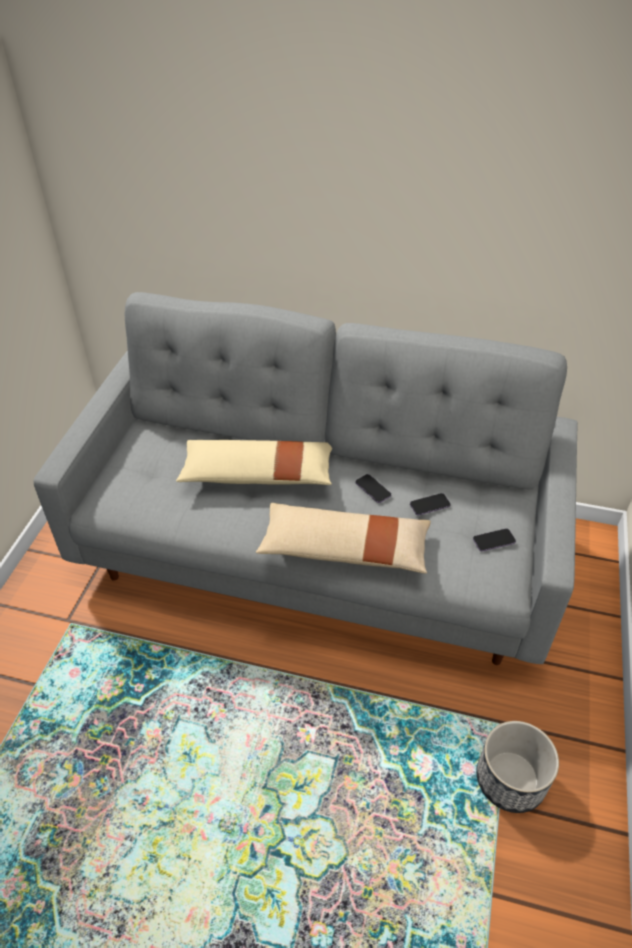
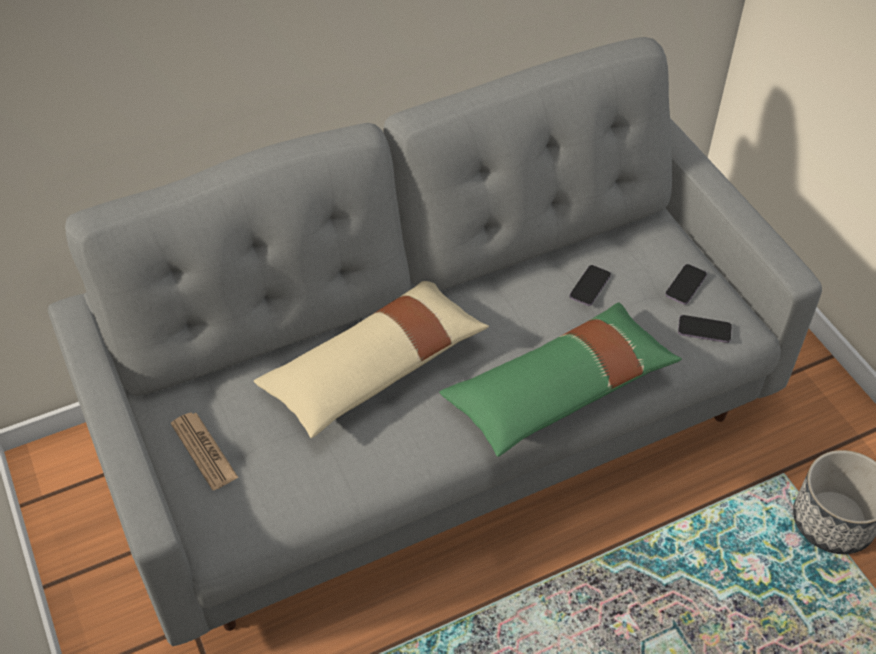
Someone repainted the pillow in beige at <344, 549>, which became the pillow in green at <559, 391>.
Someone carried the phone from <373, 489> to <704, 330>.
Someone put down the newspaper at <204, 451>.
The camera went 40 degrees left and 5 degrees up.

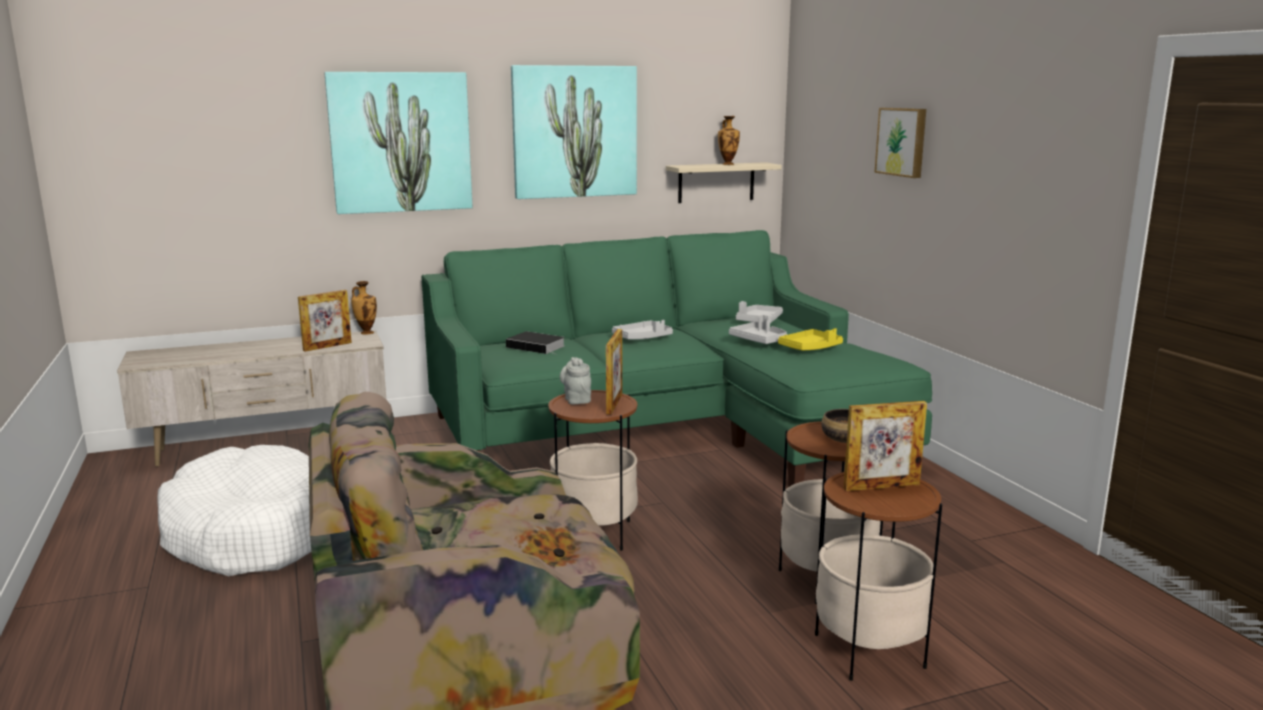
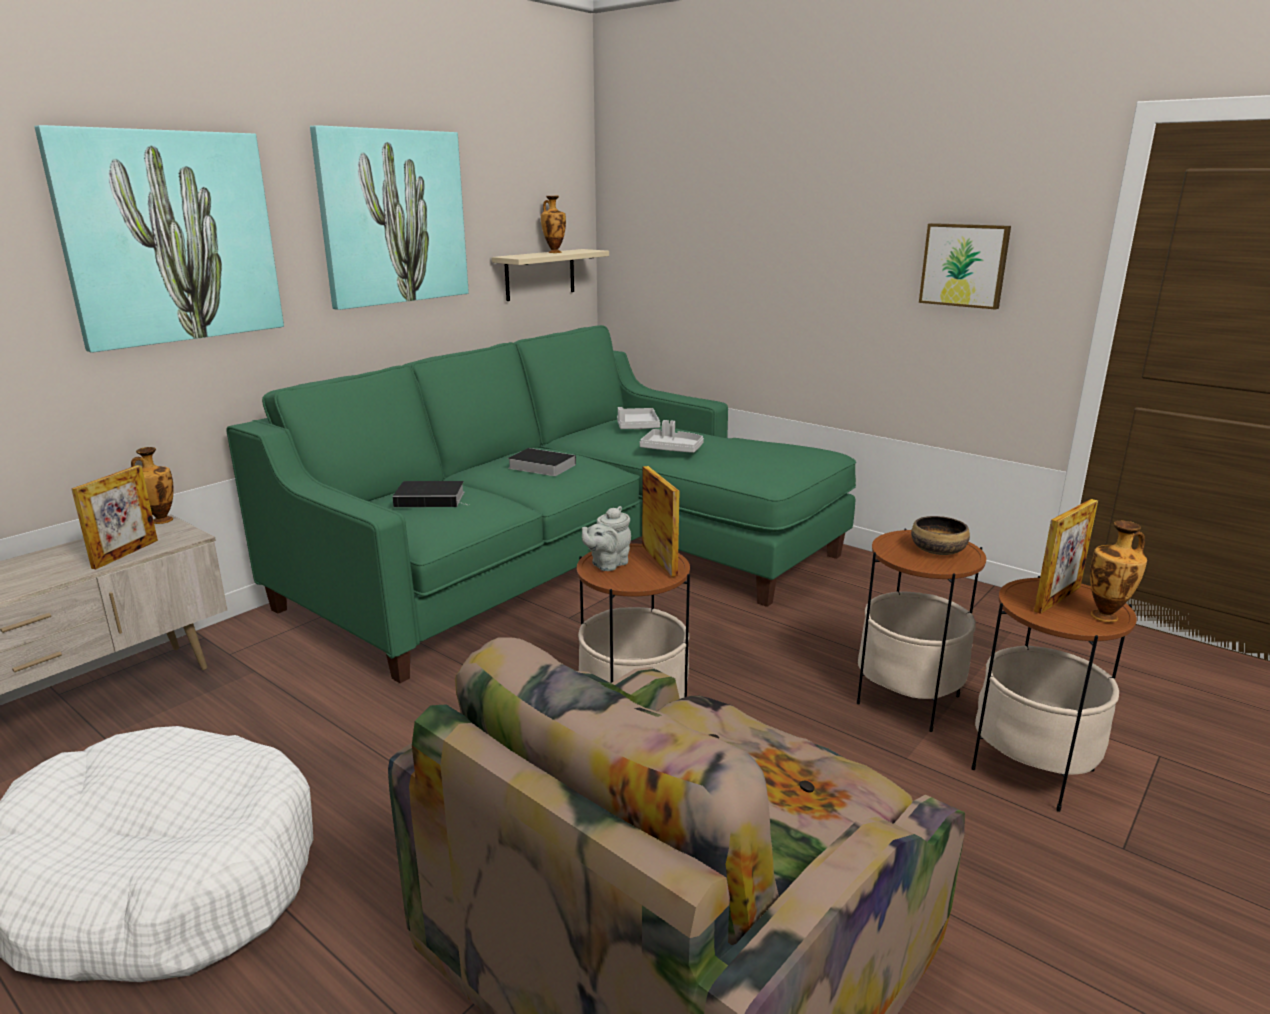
Someone rotated the teapot in grey at <577, 399> by 90 degrees counterclockwise.
Someone swapped the tray in grey at <642, 338> for the book at <539, 466>.
Someone took away the tray in yellow at <810, 348>.
Someone carried the picture from <902, 141> to <964, 265>.
Someone put down the vase at <1106, 616>.
The camera went 30 degrees left and 5 degrees up.

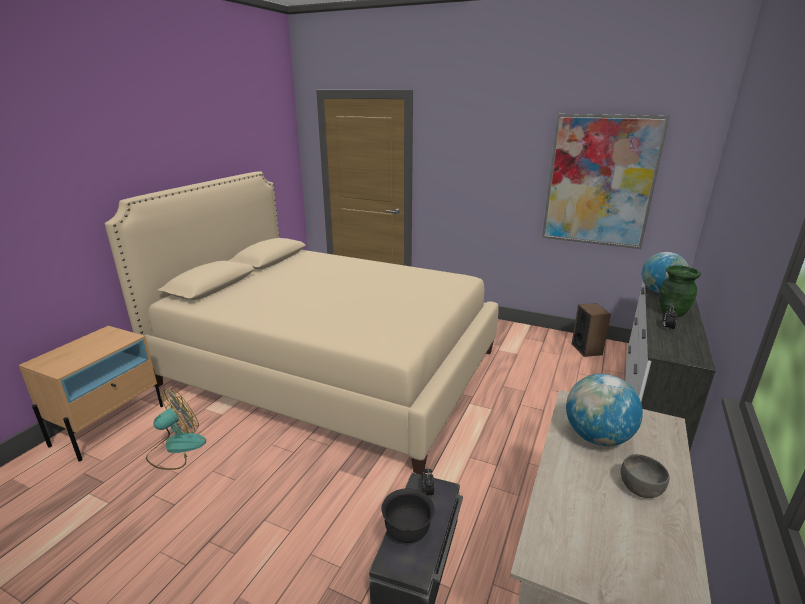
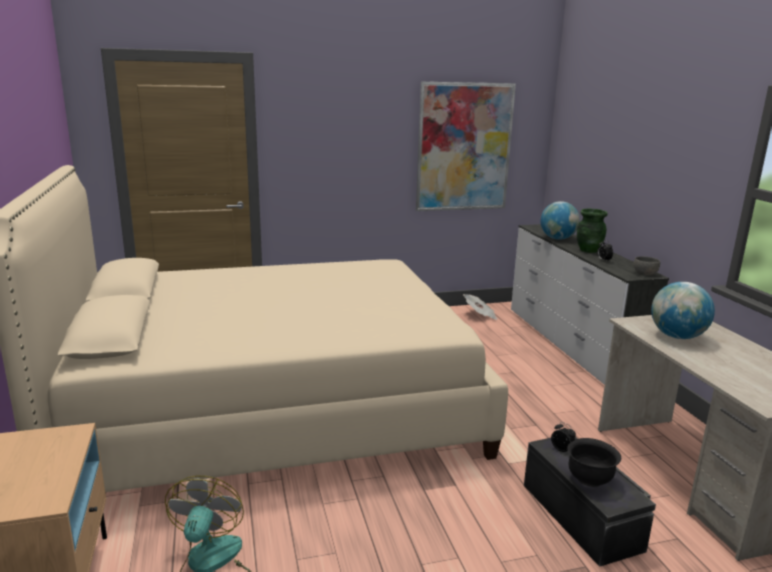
Someone swapped the speaker at <586, 349> for the newspaper at <480, 316>.
Someone carried the bowl in grey from <640, 487> to <644, 273>.
The camera went 40 degrees left and 5 degrees down.

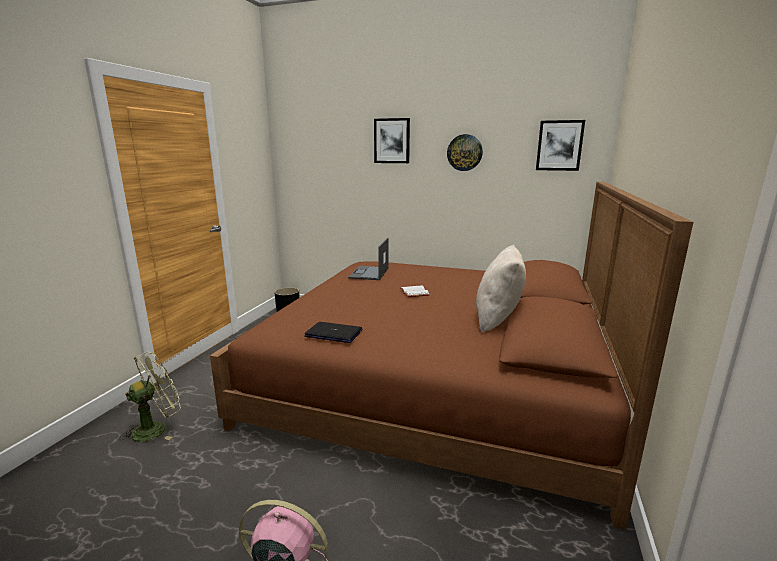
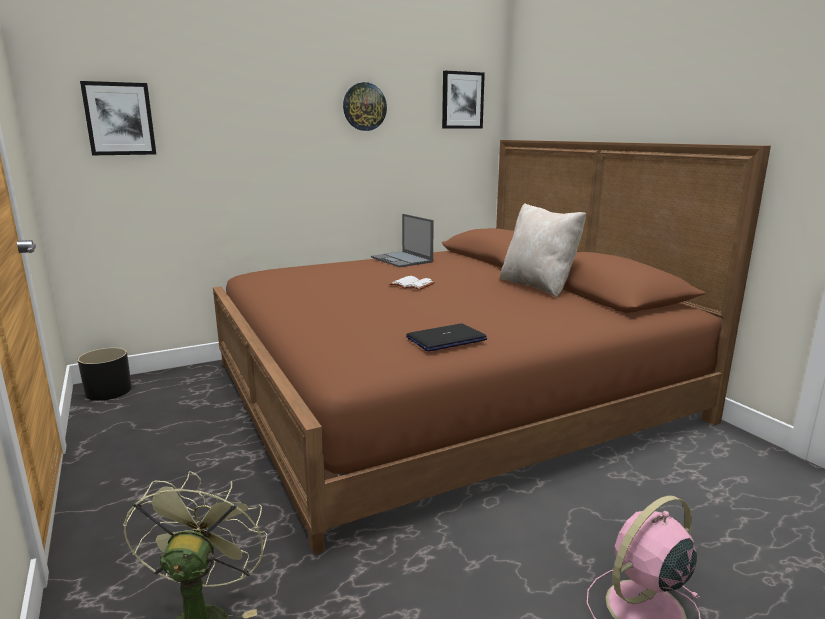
Someone carried the laptop from <369, 273> to <402, 260>.
Someone carried the picture from <392, 141> to <119, 119>.
The camera went 45 degrees left and 0 degrees up.

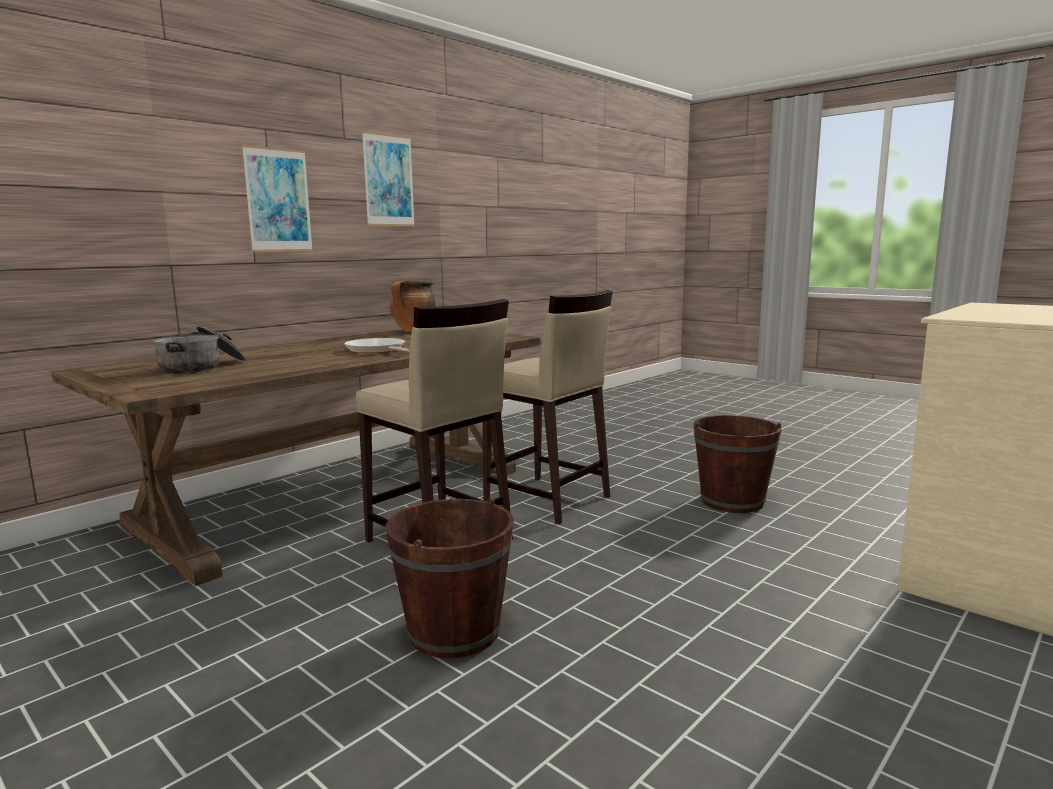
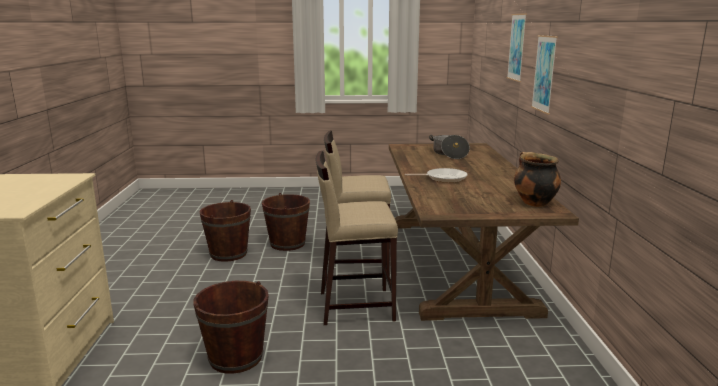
Someone carried the picture from <388, 180> to <517, 47>.
Someone put down the bucket in brown at <228, 254>.
The camera went 135 degrees right and 5 degrees up.

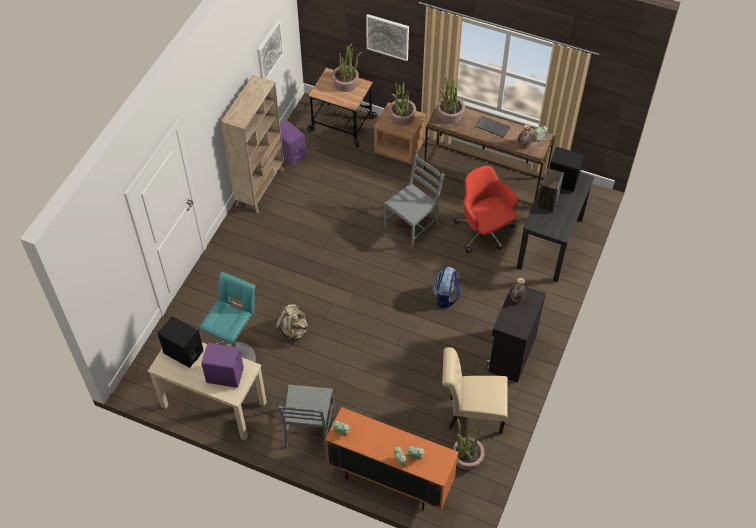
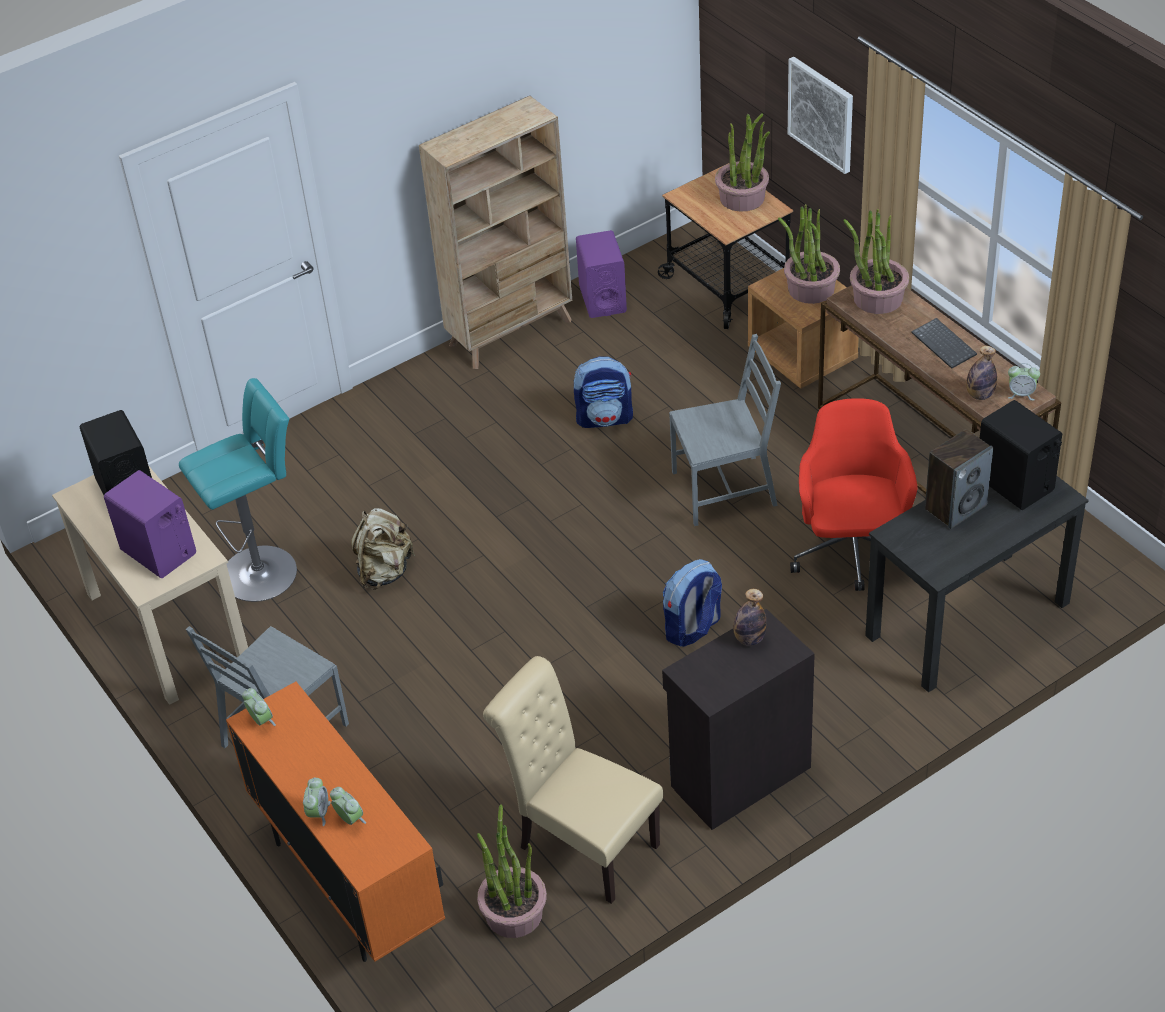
Someone took away the picture at <269, 51>.
Someone put down the backpack at <605, 418>.
The camera went 35 degrees right and 10 degrees down.

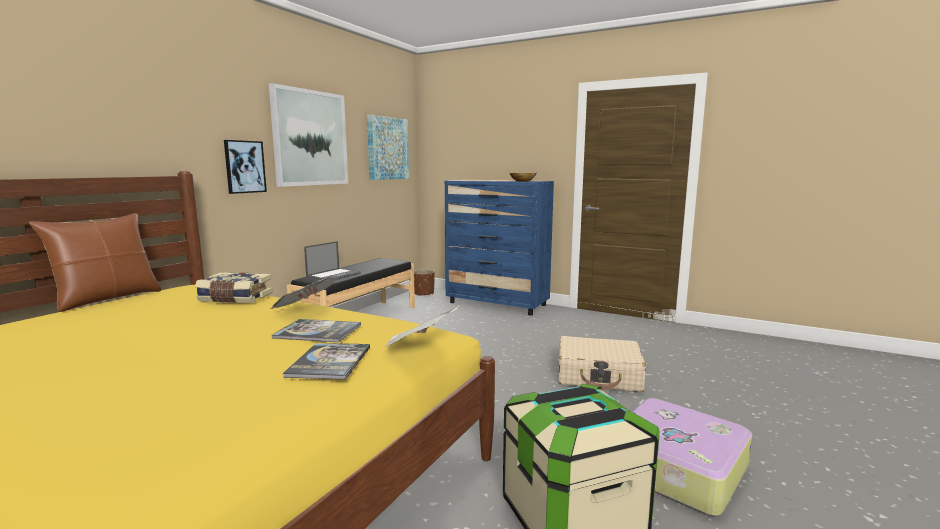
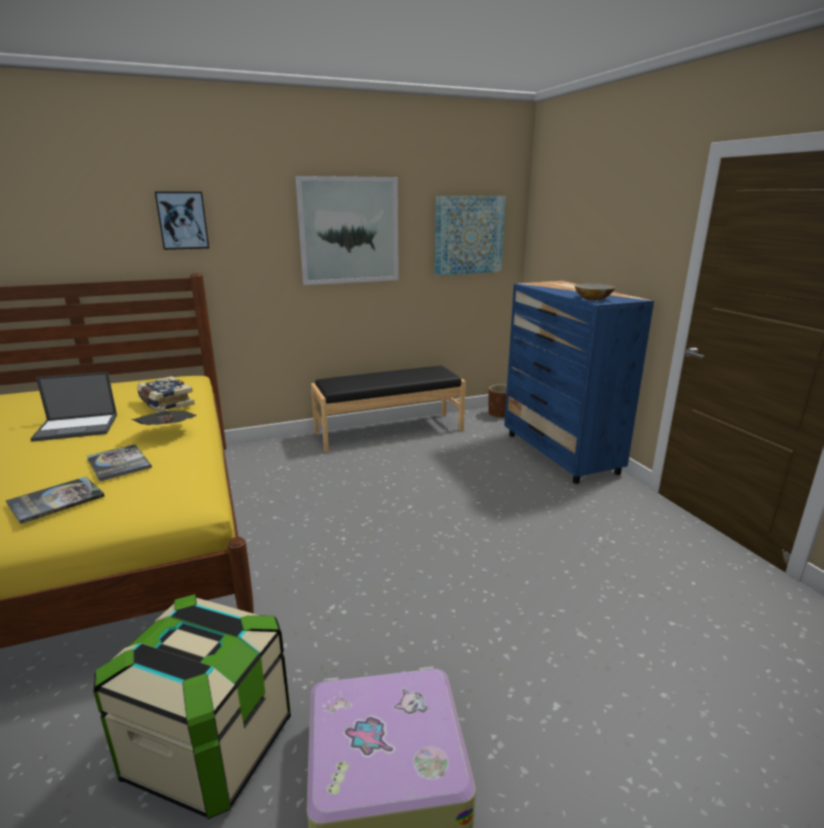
Someone took away the pillow in brown at <107, 299>.
Someone carried the picture from <244, 167> to <182, 220>.
Someone carried the laptop from <334, 275> to <78, 427>.
Someone took away the newspaper at <419, 347>.
Someone took away the suitcase in beige at <599, 376>.
The camera went 40 degrees right and 10 degrees up.

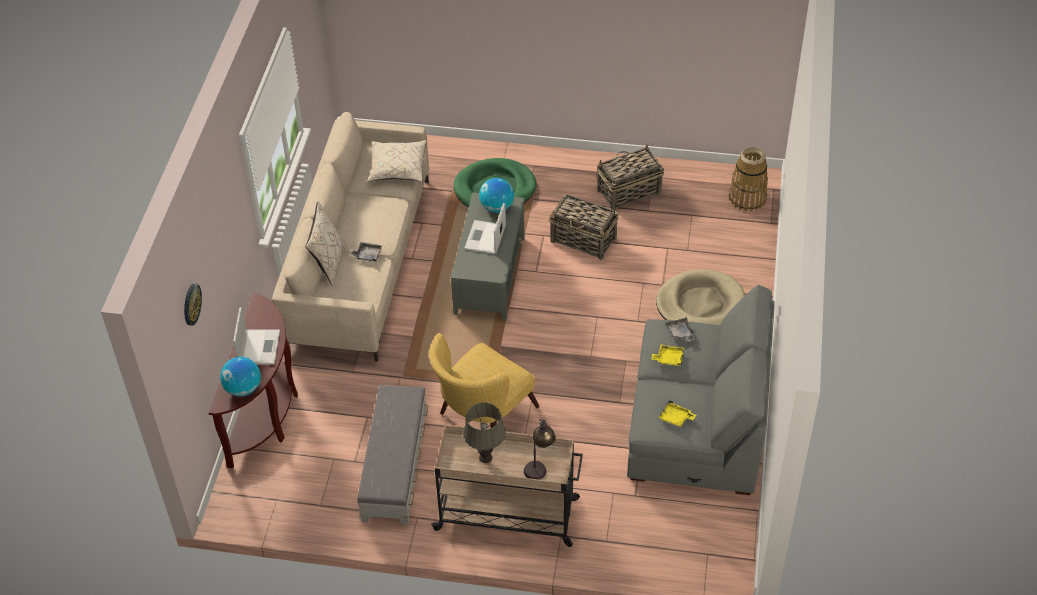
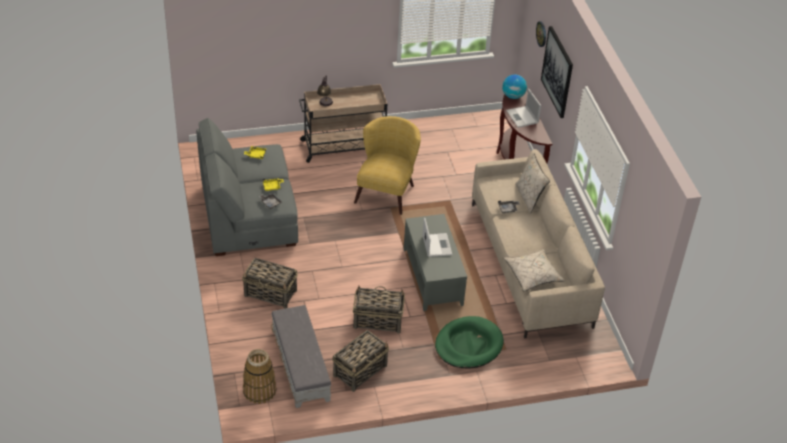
Someone carried the ottoman in grey from <395, 464> to <300, 365>.
Someone took away the table lamp in grey at <485, 457>.
Someone took away the globe at <496, 207>.
Someone swapped the dog bed in beige at <700, 304> for the basket at <271, 293>.
Someone put up the picture at <557, 72>.
The camera went 155 degrees right and 5 degrees down.

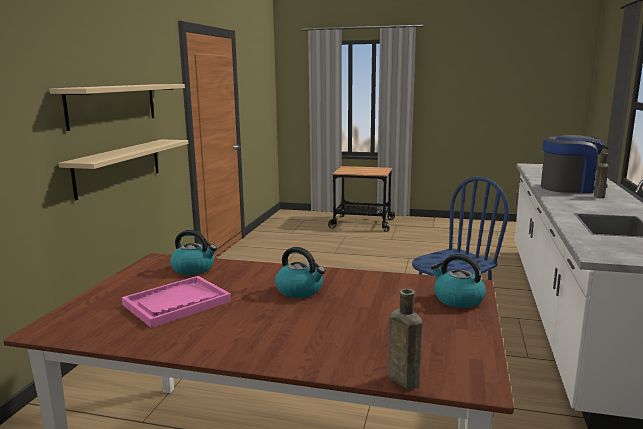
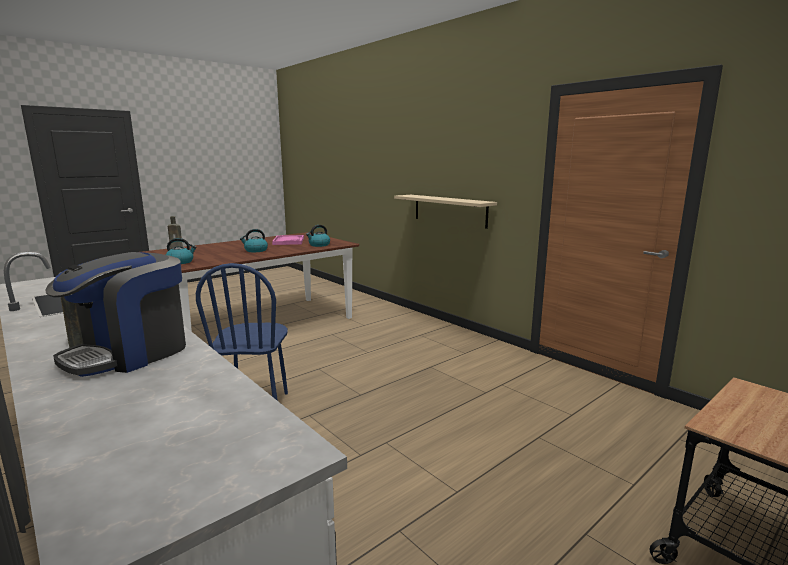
Someone took away the shelf in beige at <113, 105>.
The camera went 125 degrees right and 0 degrees up.

